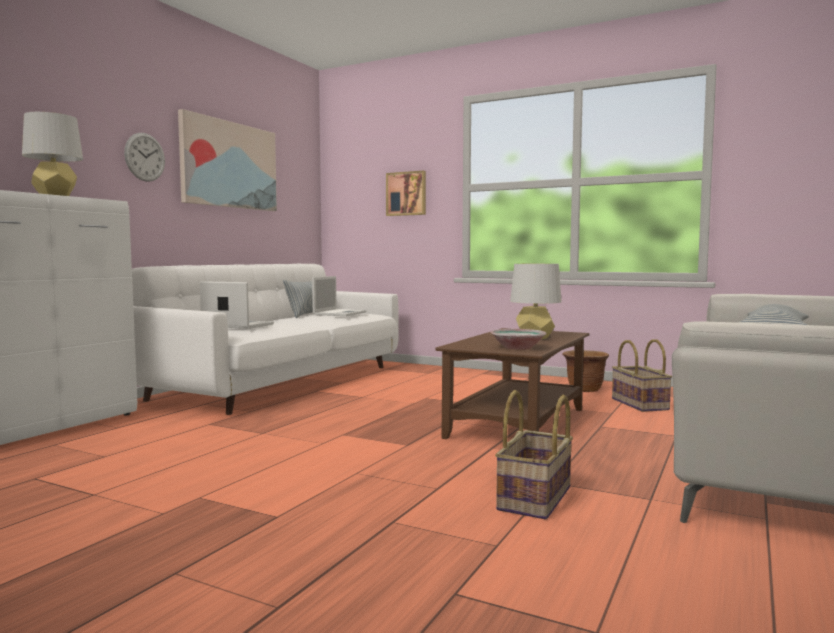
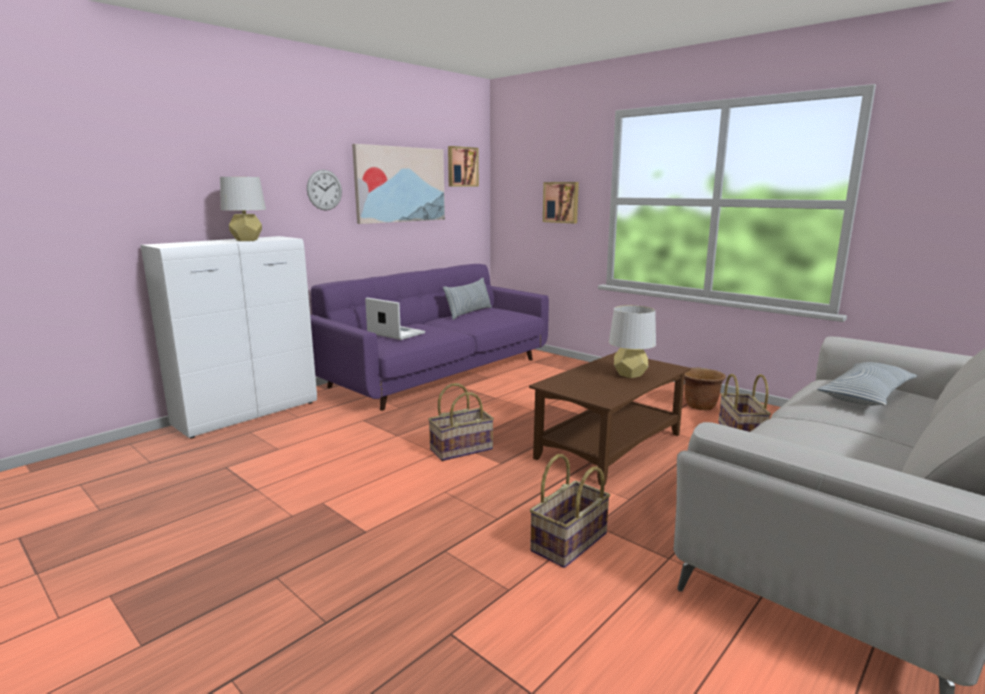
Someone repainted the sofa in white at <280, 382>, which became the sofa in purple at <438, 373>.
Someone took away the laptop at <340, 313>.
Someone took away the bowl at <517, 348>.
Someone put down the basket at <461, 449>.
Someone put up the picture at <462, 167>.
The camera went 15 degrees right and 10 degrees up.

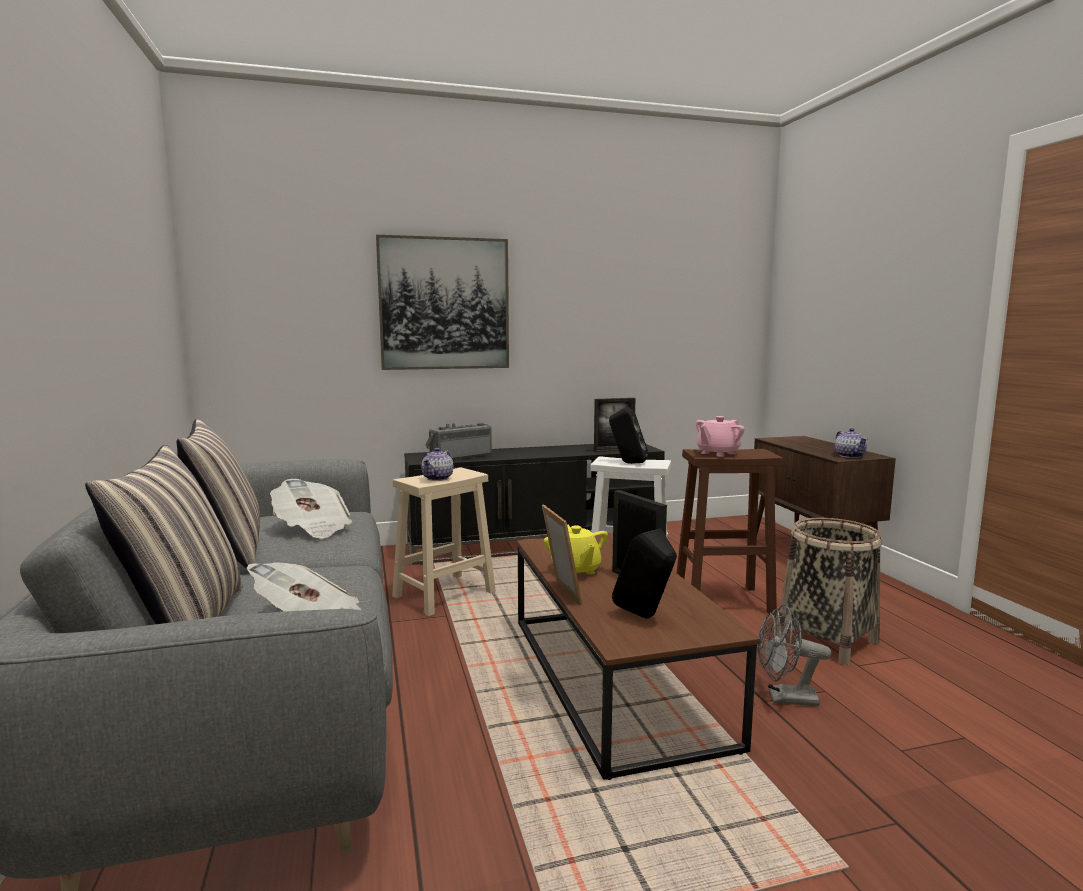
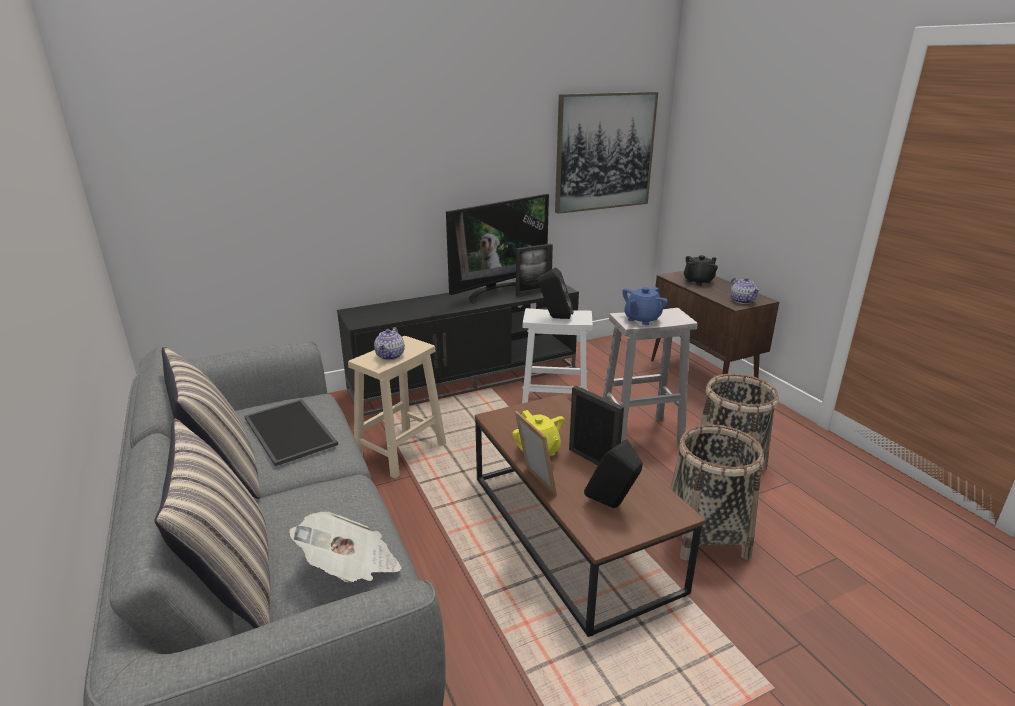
Someone swapped the newspaper at <312, 528> for the tray at <292, 431>.
Someone carried the picture from <444, 304> to <604, 152>.
Someone took away the radio at <459, 456>.
Someone repainted the stool in brown at <724, 601>, which became the stool in white at <641, 435>.
Someone repainted the teapot in pink at <717, 453>, which became the teapot in blue at <642, 319>.
Someone swapped the fan in grey at <785, 698> for the basket at <706, 535>.
Someone put down the television at <497, 291>.
Someone put down the teapot in black at <698, 281>.
The camera went 10 degrees left and 15 degrees up.

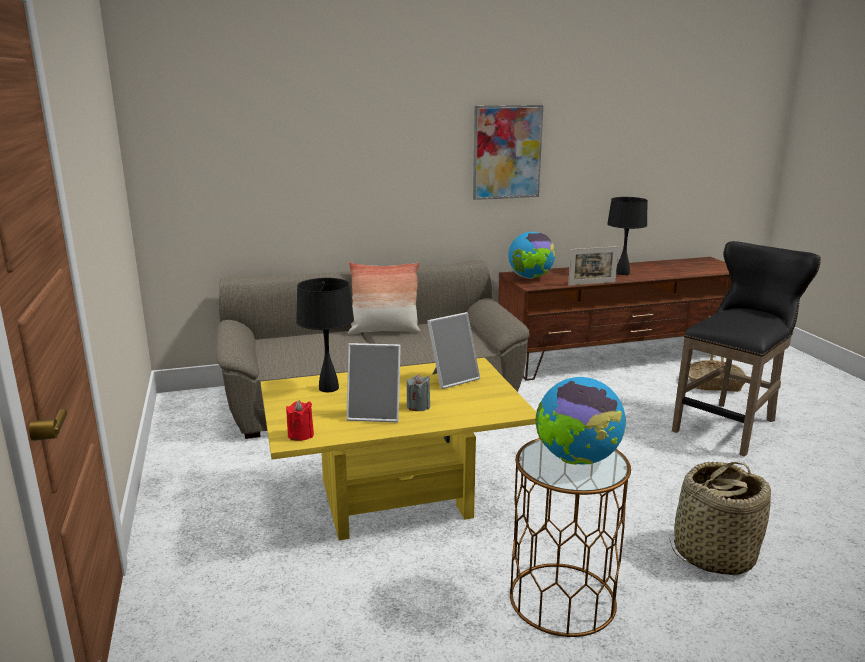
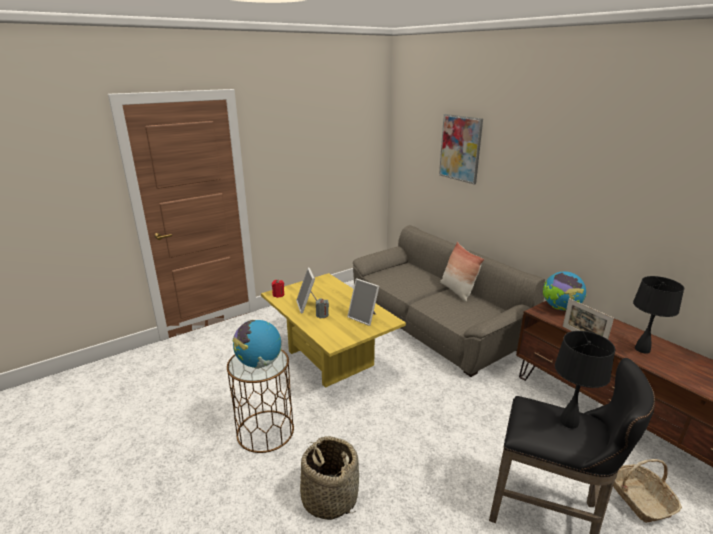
Someone carried the table lamp in black from <328, 388> to <568, 422>.
Someone carried the picture from <507, 152> to <460, 148>.
The camera went 70 degrees right and 5 degrees up.

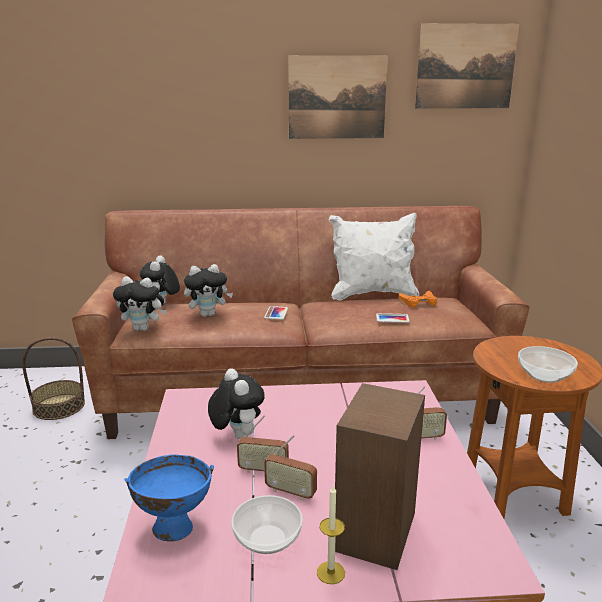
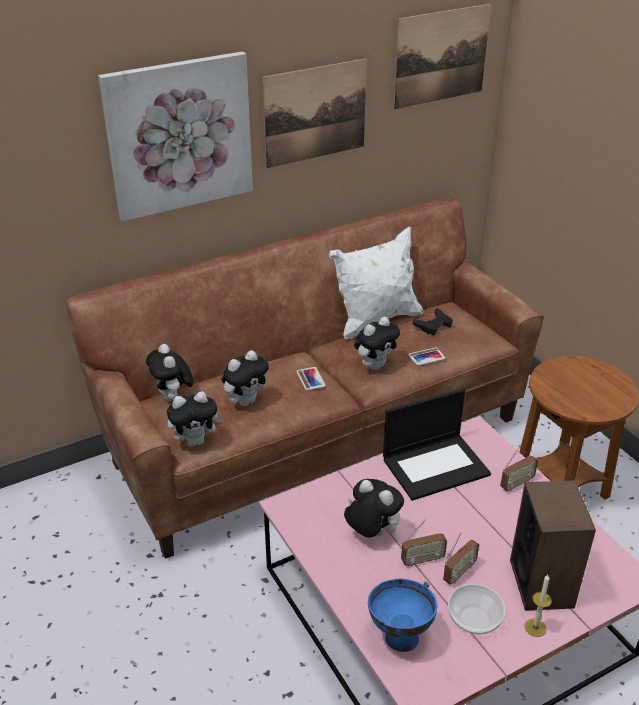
Someone took away the basket at <59, 407>.
Someone rotated the radio at <290, 492> by 45 degrees counterclockwise.
Someone repainted the game controller in orange at <418, 302>, which became the game controller in black at <433, 325>.
Someone took away the bowl at <543, 375>.
Someone put up the picture at <179, 135>.
Someone put down the plush toy at <375, 365>.
Someone put down the laptop at <436, 466>.
The camera went 25 degrees left and 15 degrees up.

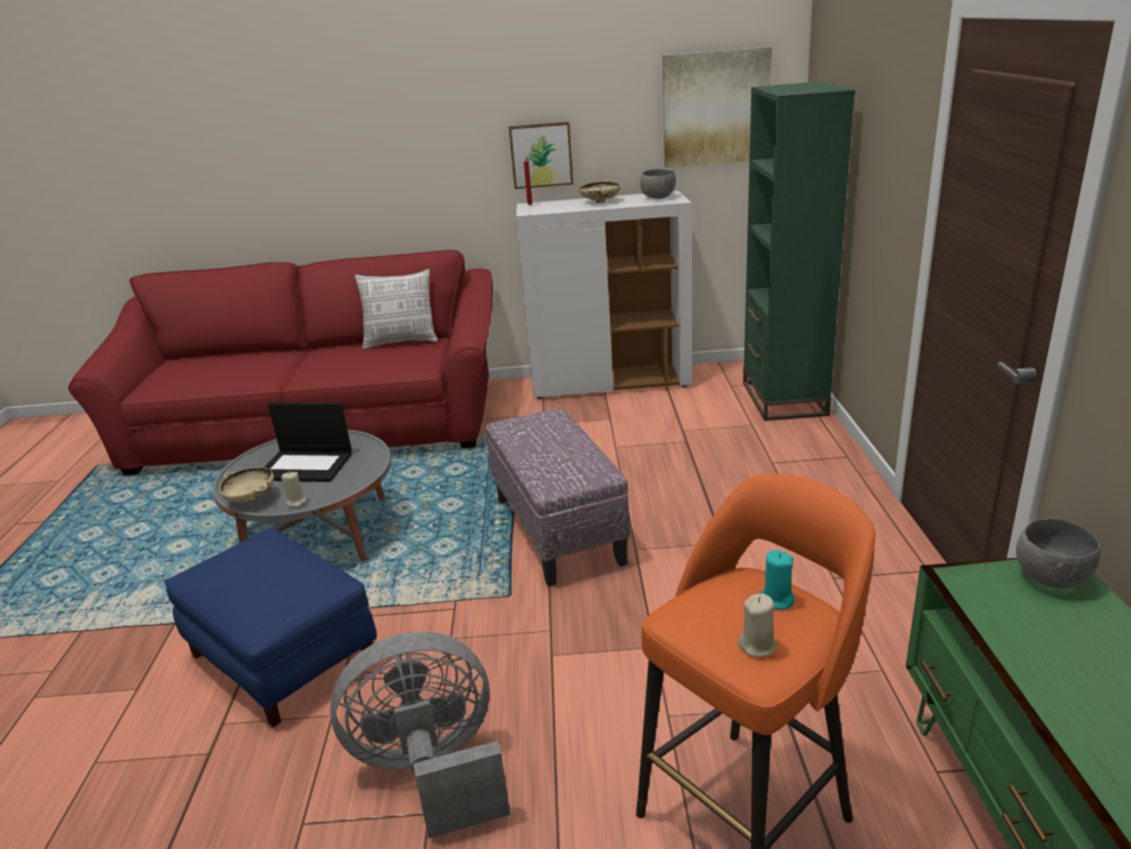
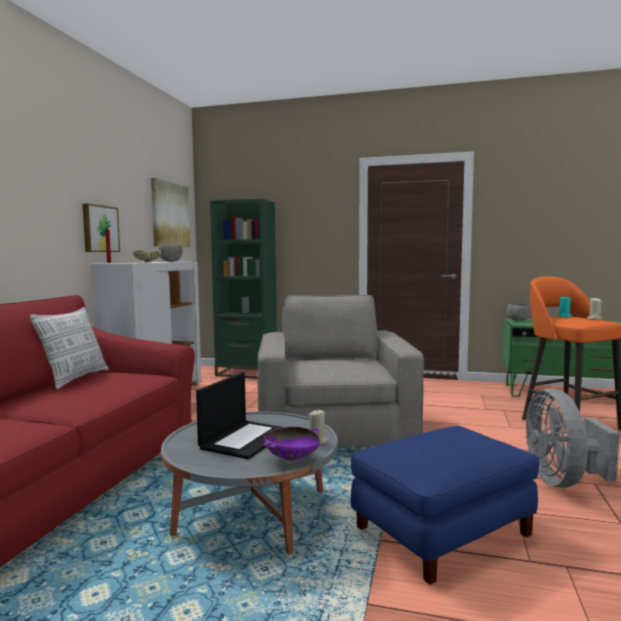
Someone repainted the bowl in beige at <251, 499>, which became the bowl in purple at <292, 458>.
Someone swapped the ottoman at <559, 530> for the armchair in grey at <334, 429>.
The camera went 75 degrees left and 20 degrees down.

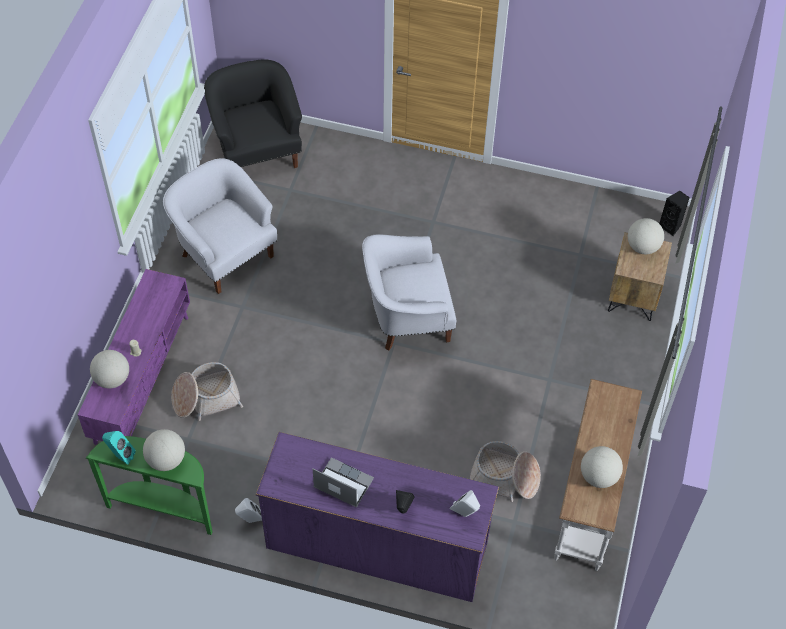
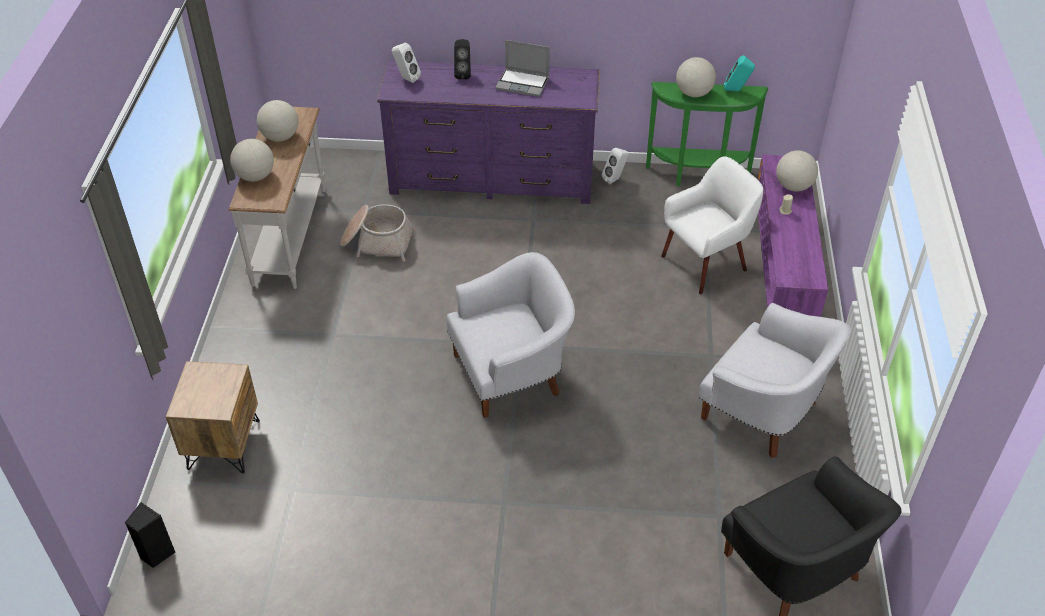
Someone swapped the basket at <206, 398> for the armchair in white at <705, 263>.
Someone carried the globe from <643, 247> to <255, 176>.
The camera went 170 degrees right and 10 degrees down.

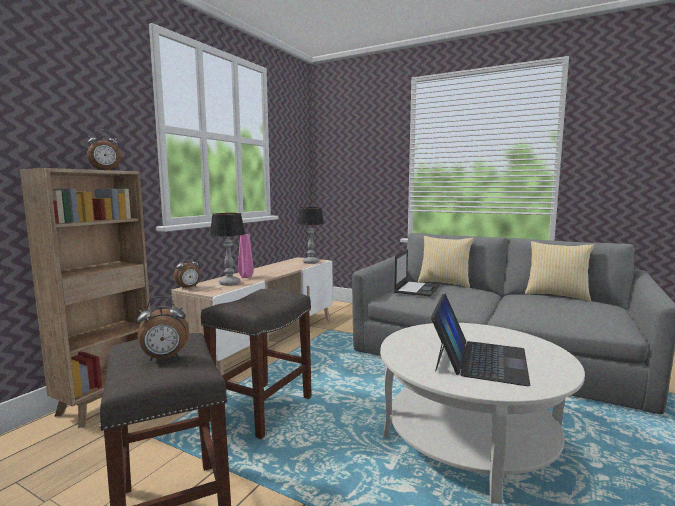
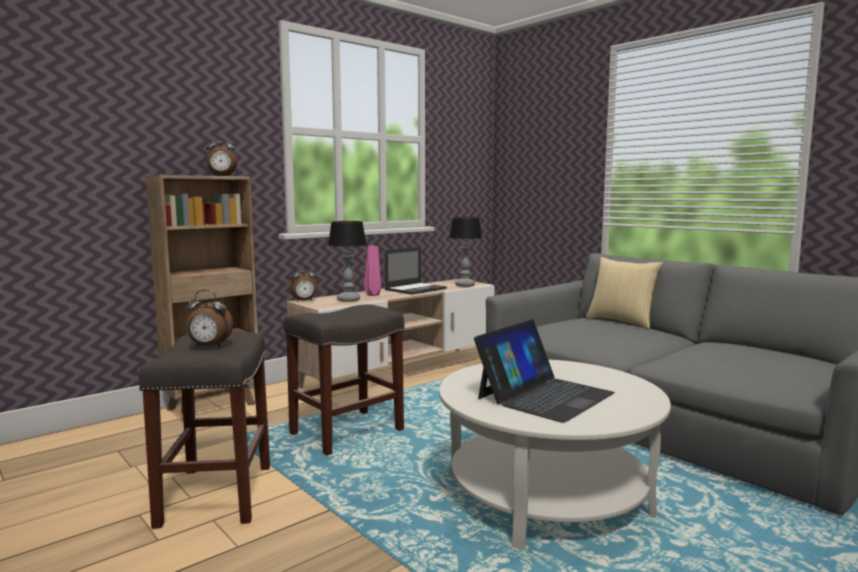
Someone carried the laptop from <417, 289> to <416, 289>.
Someone took away the pillow at <556, 295>.
The camera went 20 degrees right and 0 degrees up.

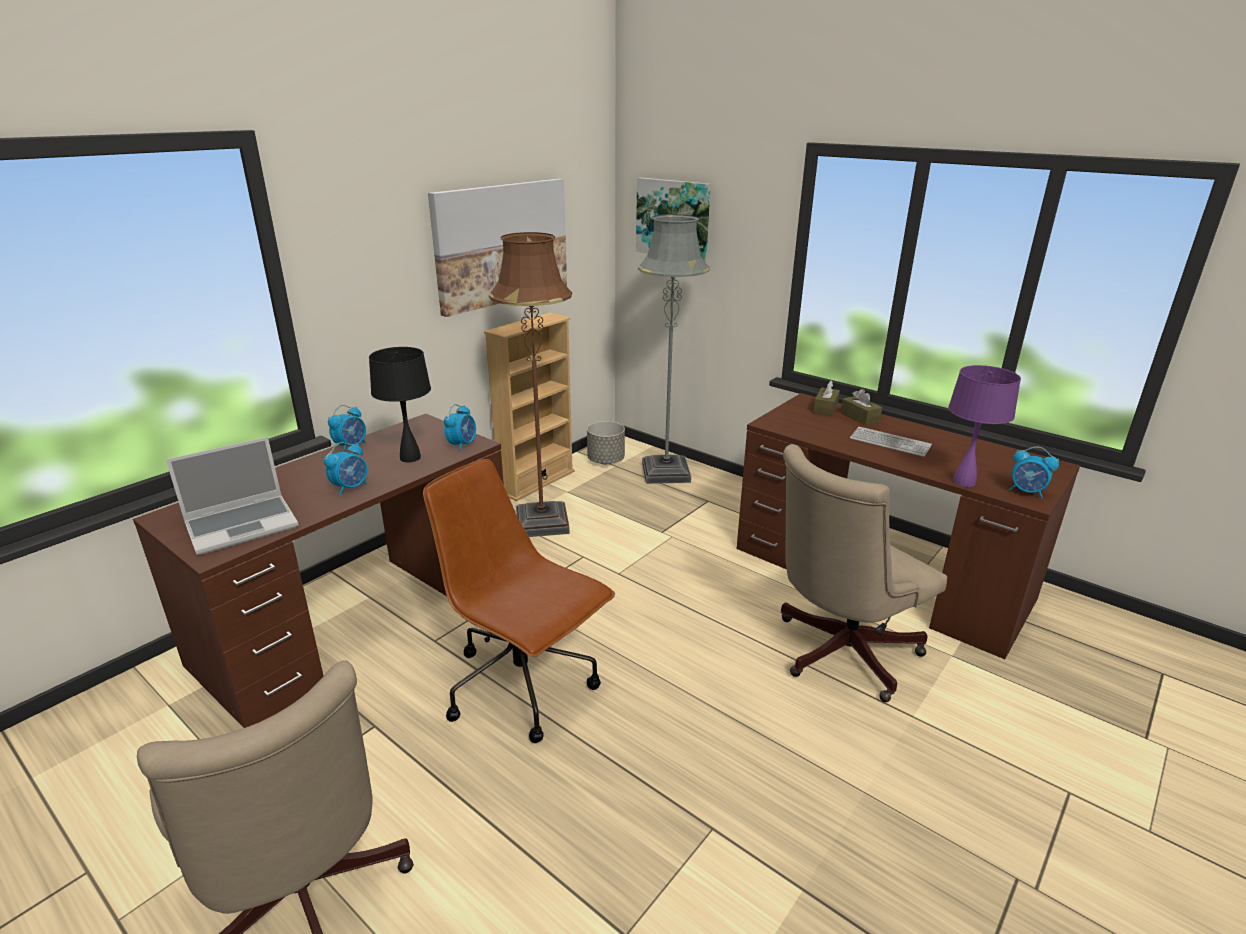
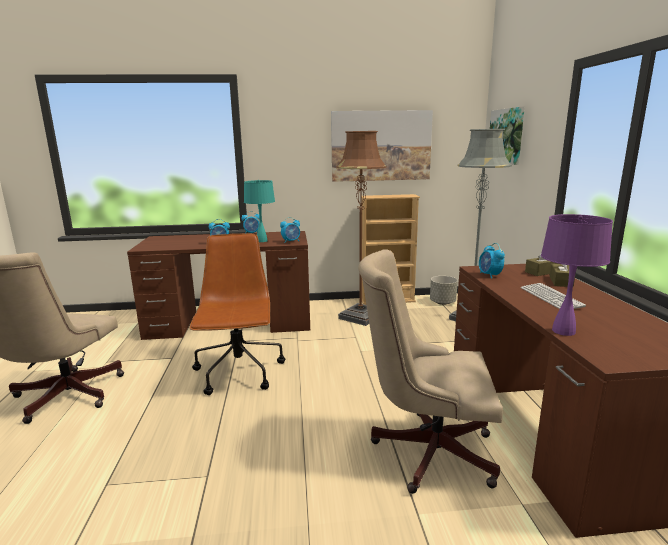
Someone took away the laptop at <243, 525>.
Someone repainted the table lamp in black at <410, 458>, which became the table lamp in turquoise at <262, 241>.
Someone carried the alarm clock from <1026, 492> to <489, 275>.
The camera went 45 degrees right and 10 degrees down.

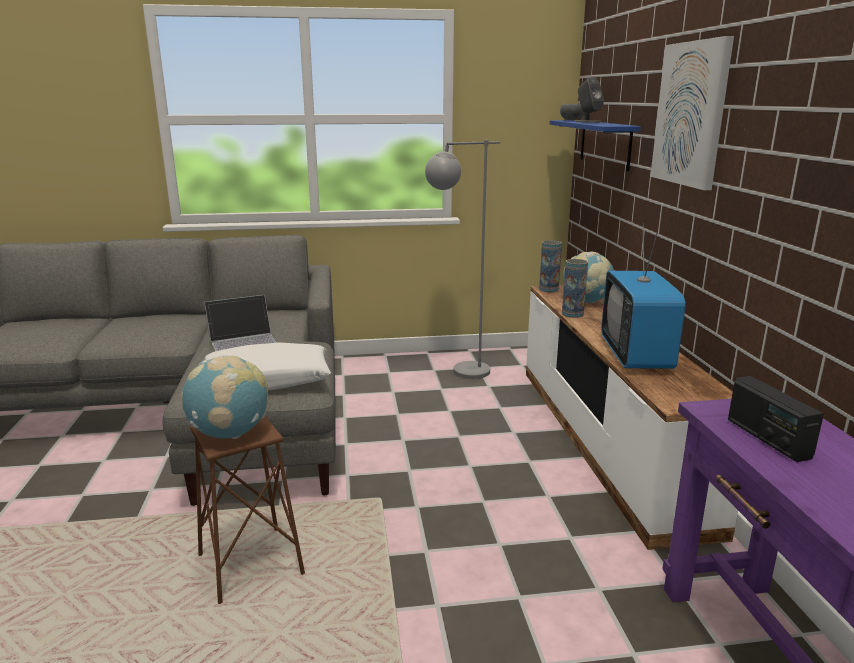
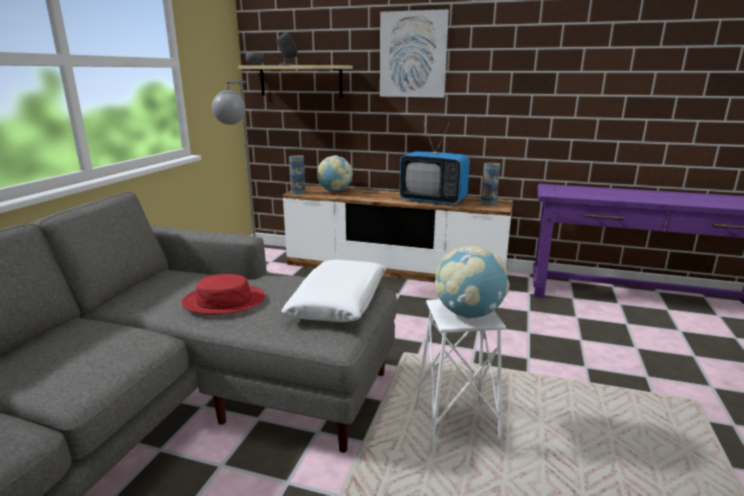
Someone repainted the stool in brown at <251, 565>, which became the stool in white at <456, 426>.
Someone swapped the laptop at <244, 341> for the hat in red at <224, 301>.
Someone repainted the shelf in blue at <605, 144>, which became the shelf in beige at <300, 81>.
Someone carried the vase from <572, 314> to <488, 203>.
Someone took away the radio at <767, 438>.
The camera went 65 degrees left and 0 degrees up.

